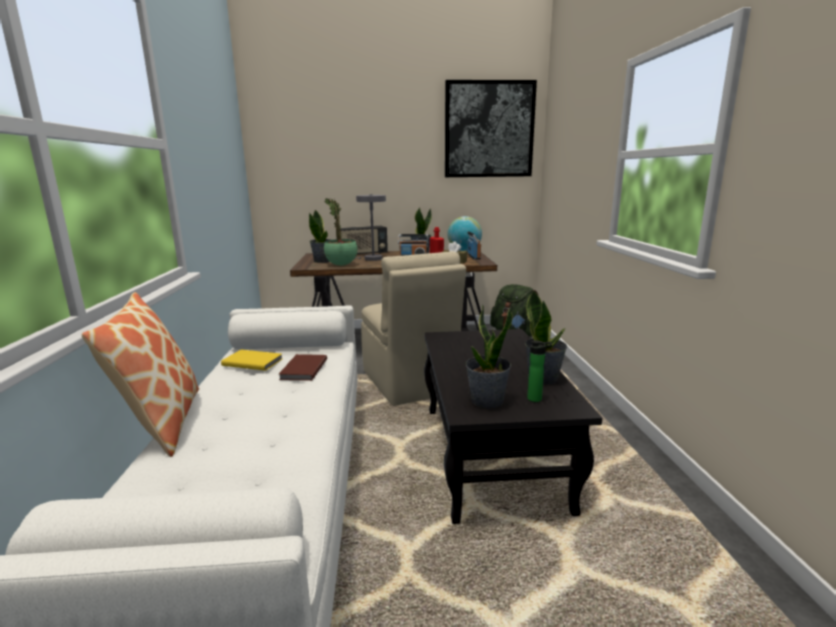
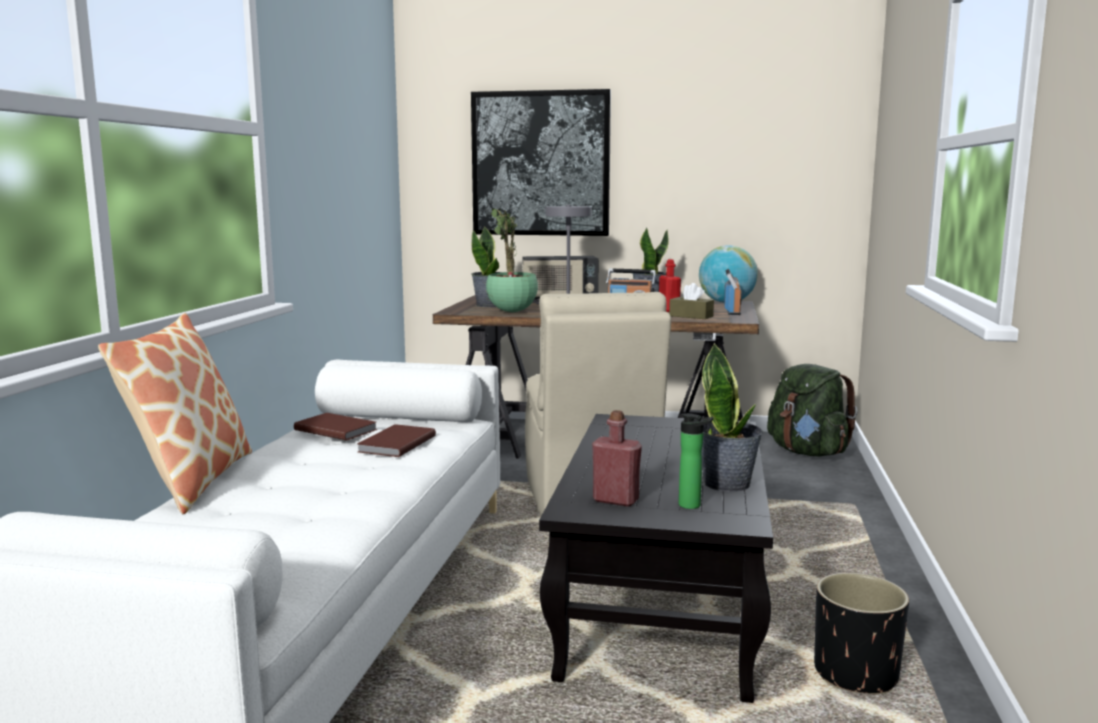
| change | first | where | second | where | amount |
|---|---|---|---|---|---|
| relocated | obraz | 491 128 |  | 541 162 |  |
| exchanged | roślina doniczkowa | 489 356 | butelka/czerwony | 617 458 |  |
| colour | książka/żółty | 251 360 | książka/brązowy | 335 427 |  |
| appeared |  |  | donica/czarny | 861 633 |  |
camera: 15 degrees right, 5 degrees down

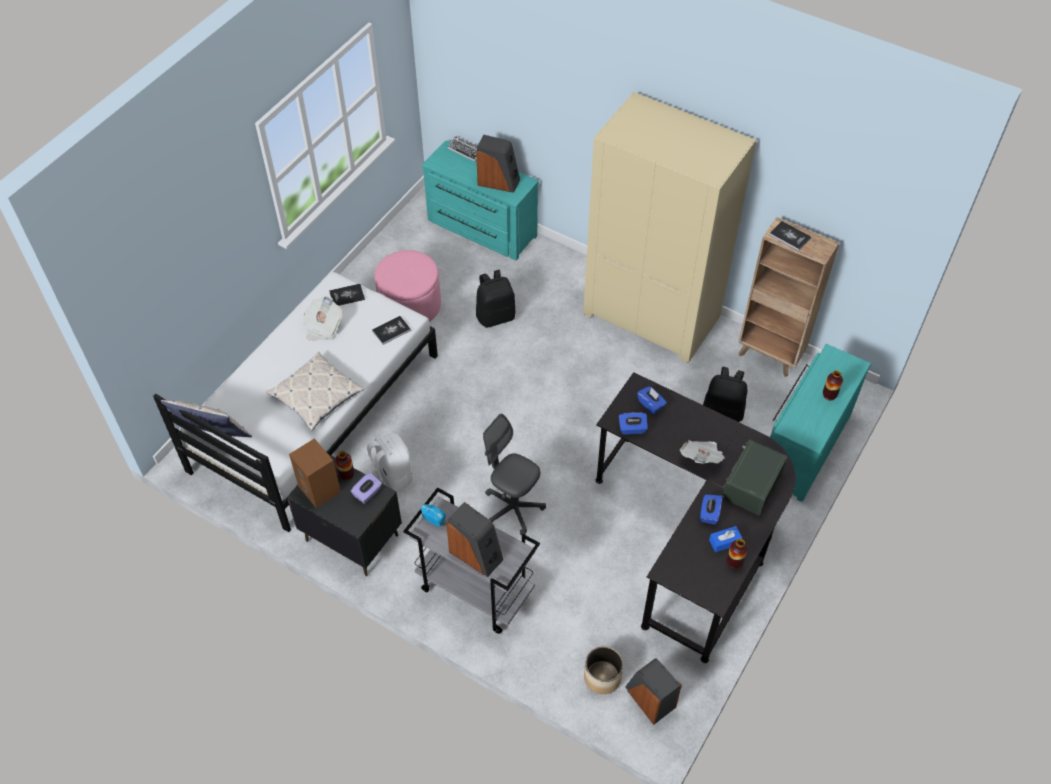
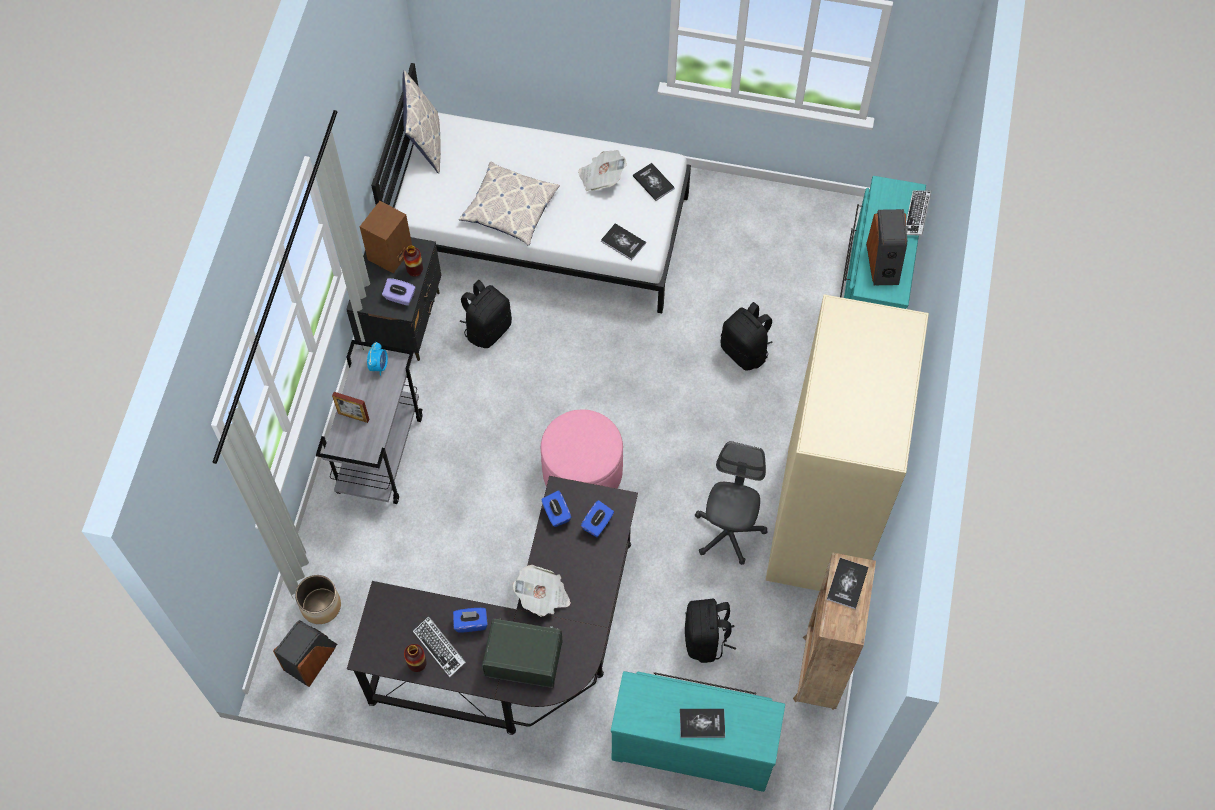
| change | first | where | second | where | amount |
|---|---|---|---|---|---|
| relocated | pufa/różowy | 407 286 |  | 582 449 |  |
| exchanged | wazon | 833 385 | książka | 702 723 |  |
| relocated | krzesło biurowe/szary | 514 475 |  | 731 503 |  |
| colour | plecak/biały | 390 462 | plecak/czarny | 486 314 |  |
| exchanged | głośnik | 474 539 | ramka na zdjęcie | 350 407 |  |
| exchanged | pudełko chusteczek/niebieski | 725 539 | klawiatura | 439 647 |  |
camera: 70 degrees right, 10 degrees up

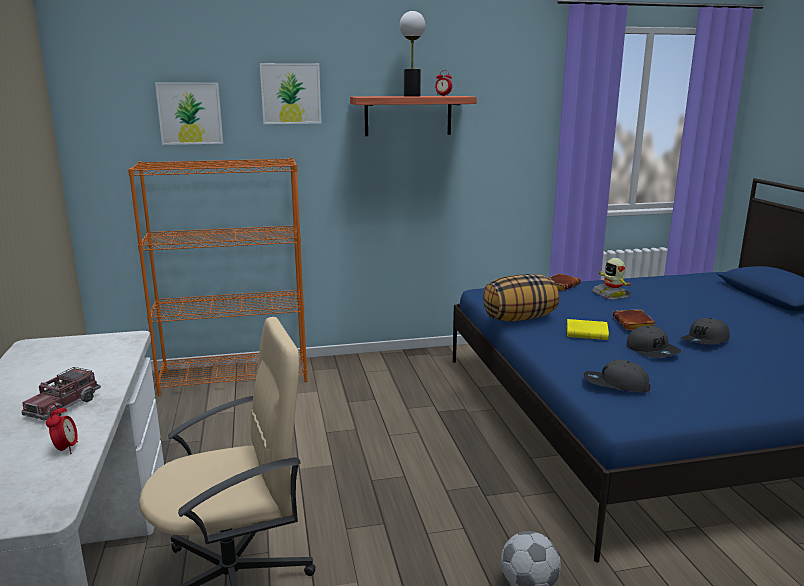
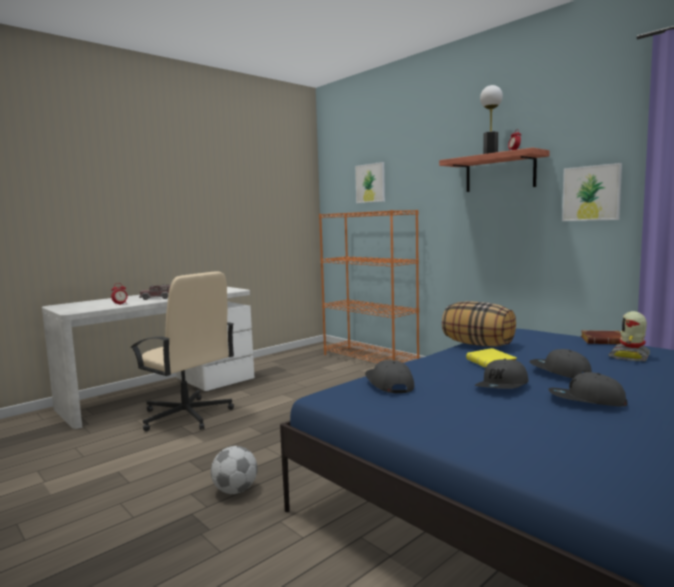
| change | first | where | second | where | amount |
|---|---|---|---|---|---|
| relocated | obraz | 290 93 |  | 592 192 |  |
| exchanged | książka/brązowy | 634 320 | czapka z daszkiem/szary | 560 364 |  |
camera: 60 degrees right, 10 degrees down

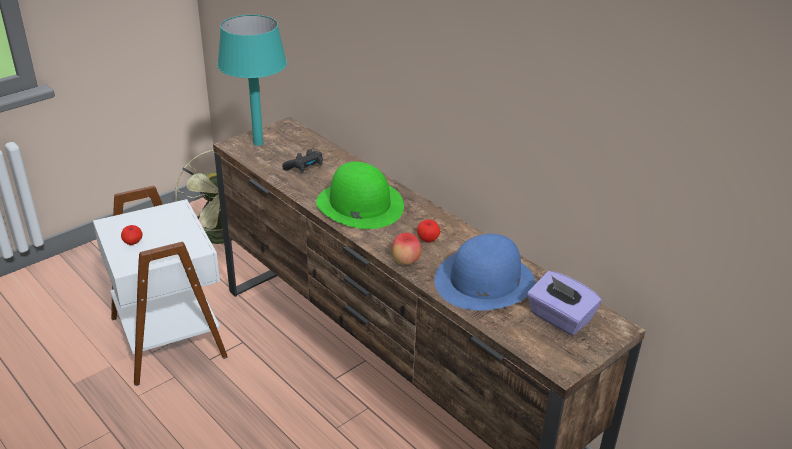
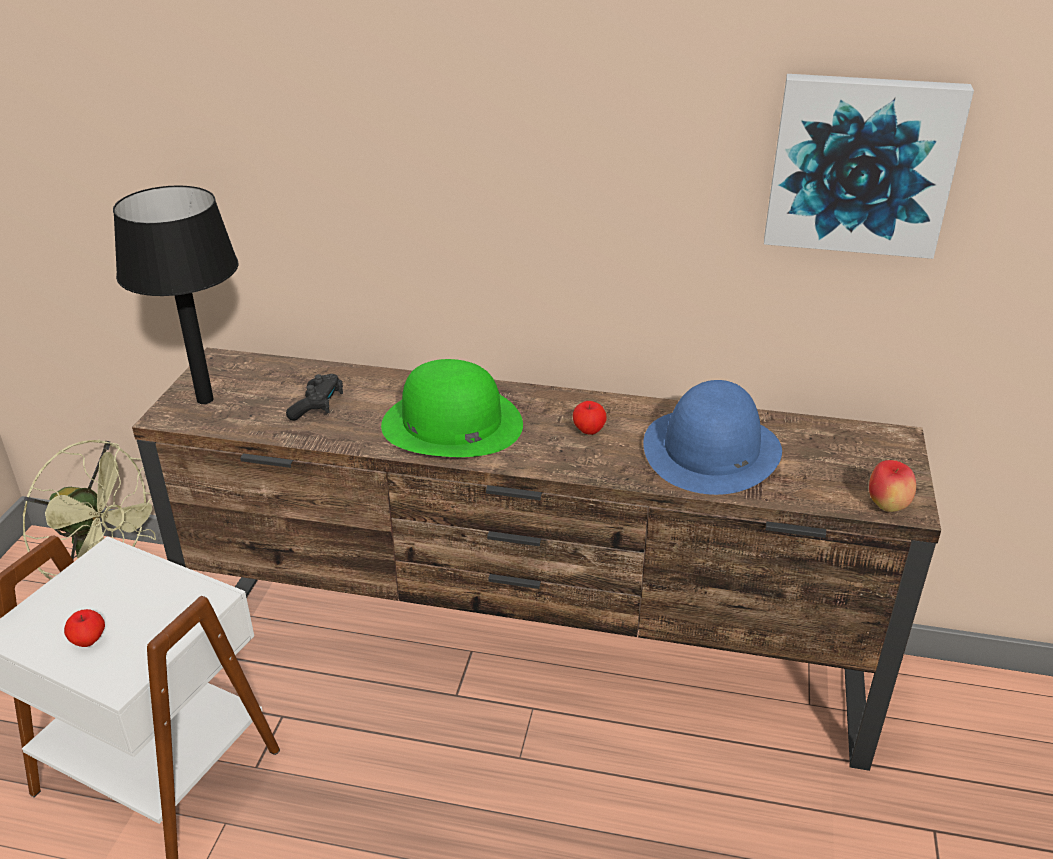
| change | first | where | second | where | amount |
|---|---|---|---|---|---|
| colour | lampa stołowa/turkusowy | 252 80 | lampa stołowa/czarny | 176 294 |  |
| relocated | jabłko | 406 249 |  | 892 486 |  |
| missing | pudełko chusteczek/fioletowy | 564 303 |  |  |  |
| appeared |  |  | obraz | 869 166 |  |
camera: 35 degrees left, 0 degrees up

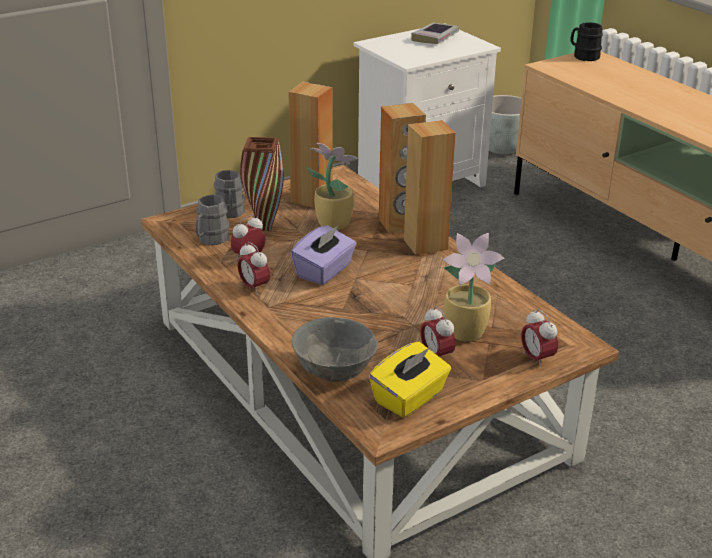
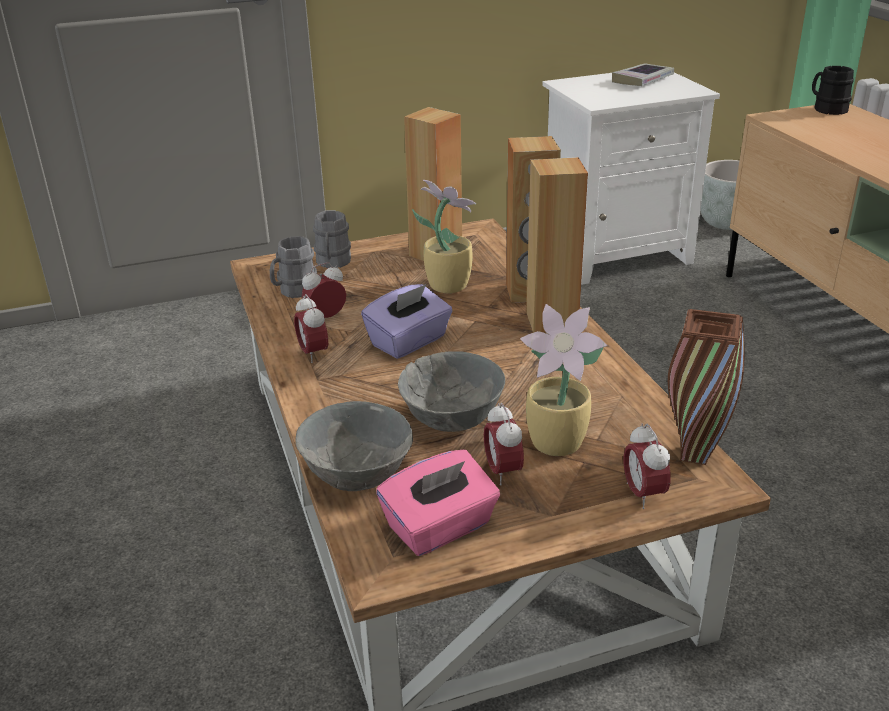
| change | first | where | second | where | amount |
|---|---|---|---|---|---|
| relocated | wazon/brązowy | 262 184 |  | 706 387 |  |
| colour | pudełko chusteczek/żółty | 410 380 | pudełko chusteczek/różowy | 438 503 |  |
| appeared |  |  | miska/szary | 451 391 |  |
camera: 15 degrees right, 0 degrees up

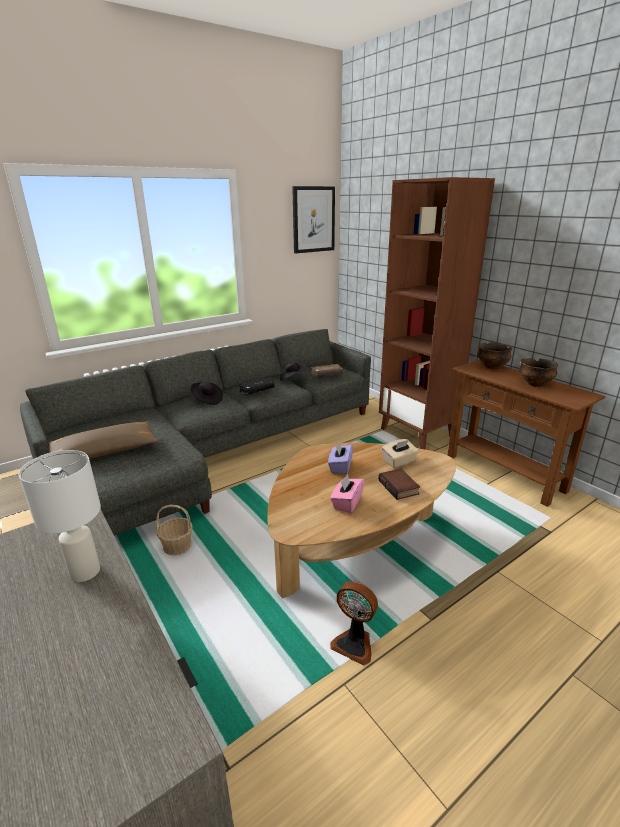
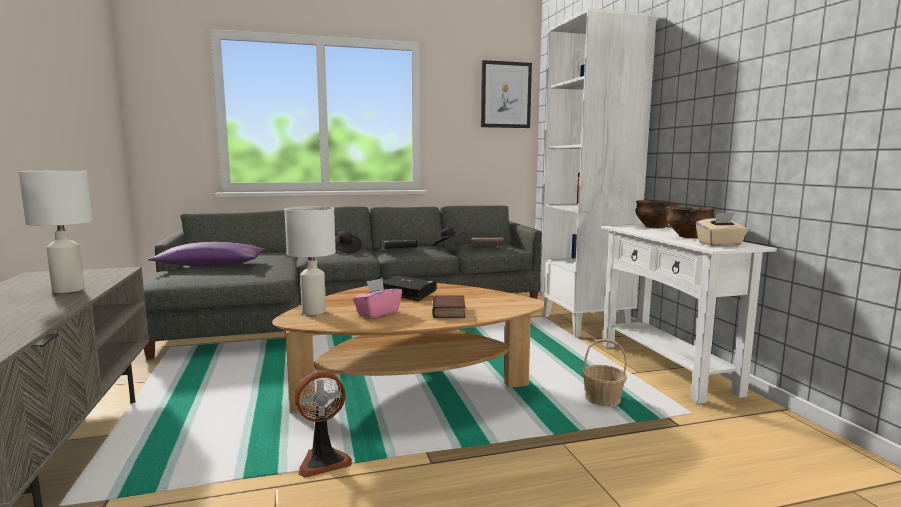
| change | first | where | second | where | amount |
|---|---|---|---|---|---|
| colour | regał/brązowy | 437 313 | regał/biały | 598 172 |  |
| colour | stolik konsolowy/brązowy | 526 433 | stolik konsolowy/biały | 689 314 |  |
| colour | poduszka/brązowy | 103 440 | poduszka/fioletowy | 207 254 |  |
| relocated | pudełko chusteczek/beżowy | 400 453 |  | 722 229 |  |
| exchanged | pudełko chusteczek/fioletowy | 340 457 | książka/czarny | 410 288 |  |
| relocated | koszyk | 174 530 |  | 604 373 |  |
| spun | wentylator | 354 623 |  | 323 424 | 75 degrees counterclockwise |
| appeared |  |  | lampa stołowa/biały | 310 260 |  |
camera: 20 degrees right, 15 degrees down

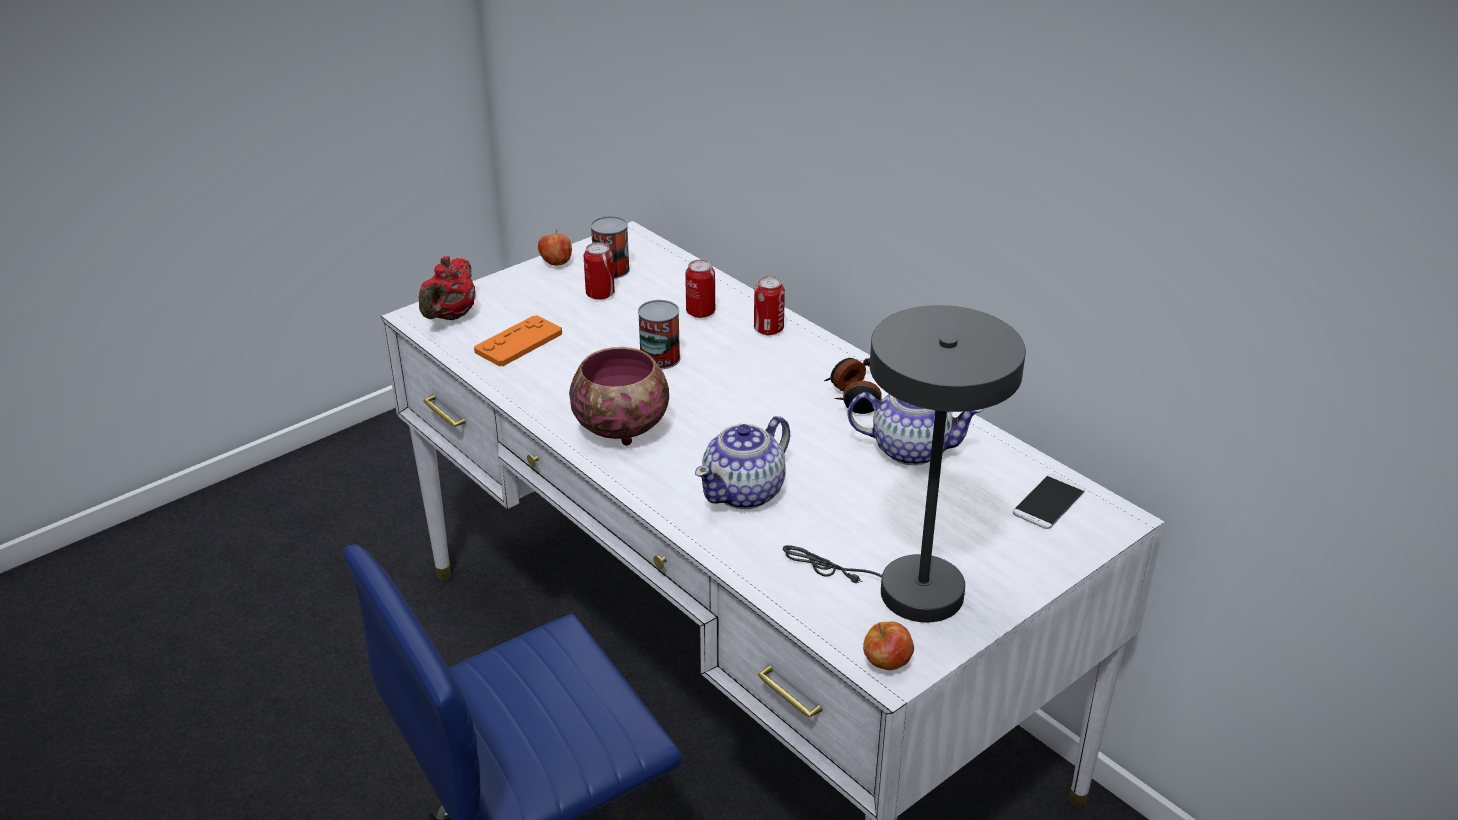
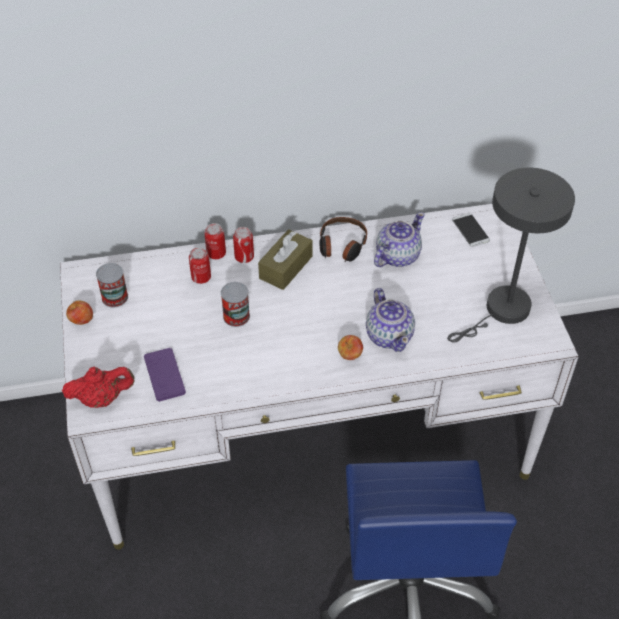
| change | first | where | second | where | amount |
|---|---|---|---|---|---|
| relocated | puszka | 599 271 |  | 215 241 |  |
| spun | imbryk/czerwony | 447 288 |  | 98 387 | 60 degrees counterclockwise |
| colour | pad do gier/pomarańczowy | 518 340 | pad do gier/fioletowy | 165 375 |  |
| missing | miska | 619 396 |  |  |  |
| relocated | jabłko | 888 645 |  | 350 347 |  |
| appeared |  |  | pudełko chusteczek/brązowy | 285 259 |  |
camera: 60 degrees left, 15 degrees up

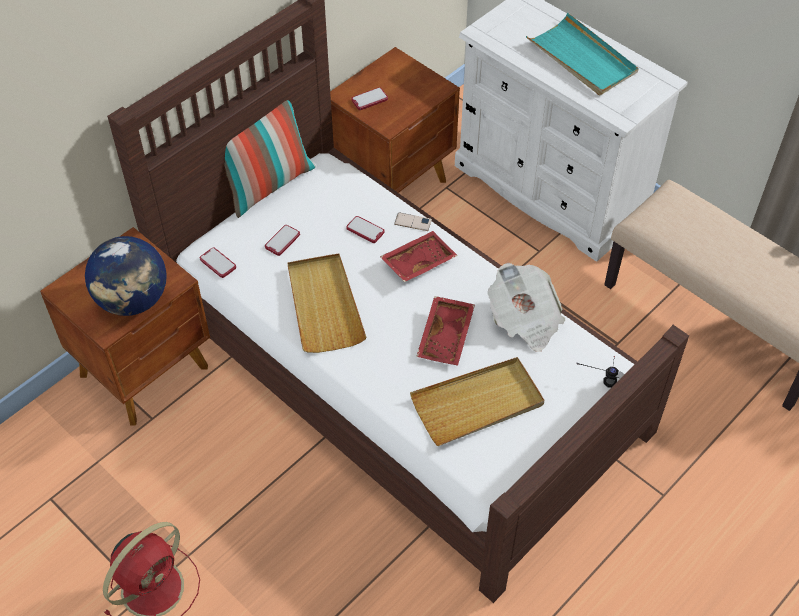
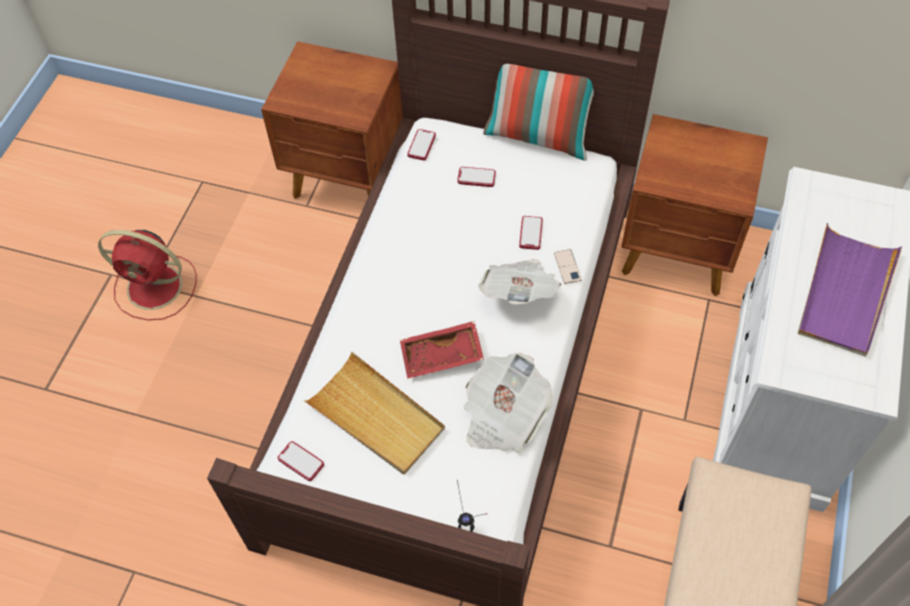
| change | first | where | second | where | amount |
|---|---|---|---|---|---|
| colour | taca/turkusowy | 582 54 | taca/fioletowy | 850 290 |  |
| relocated | telefon | 369 98 |  | 301 461 |  |
| exchanged | taca/czerwony | 419 256 | gazeta | 520 282 |  |
| missing | globus | 126 276 |  |  |  |
| missing | taca/beżowy | 327 303 |  |  |  |
camera: 65 degrees right, 5 degrees up

